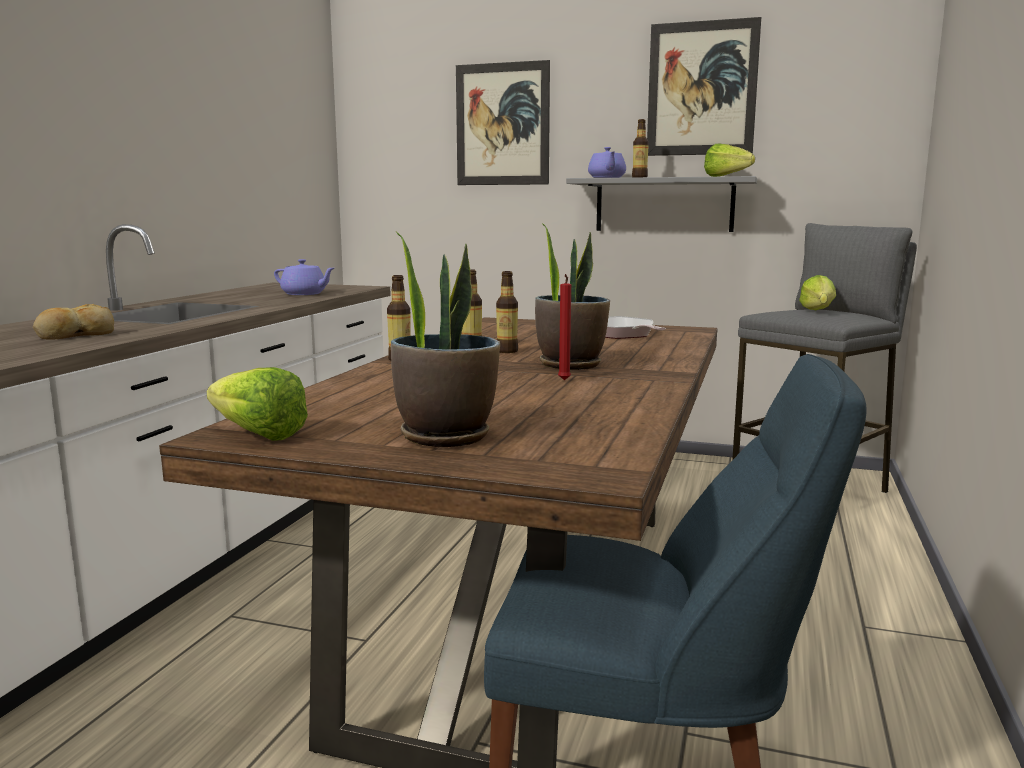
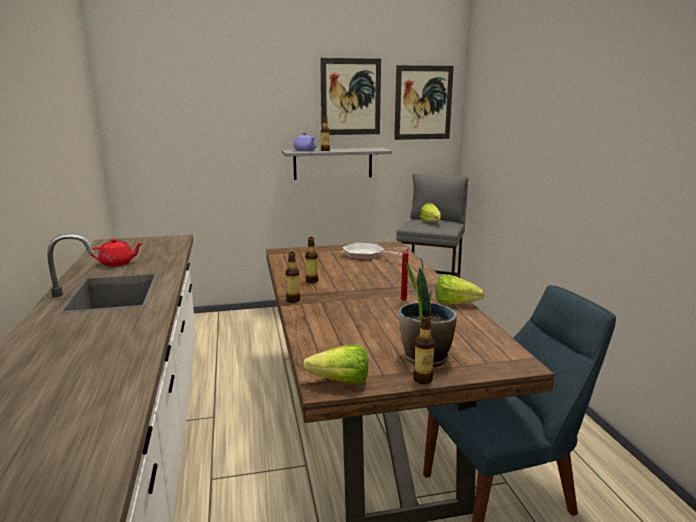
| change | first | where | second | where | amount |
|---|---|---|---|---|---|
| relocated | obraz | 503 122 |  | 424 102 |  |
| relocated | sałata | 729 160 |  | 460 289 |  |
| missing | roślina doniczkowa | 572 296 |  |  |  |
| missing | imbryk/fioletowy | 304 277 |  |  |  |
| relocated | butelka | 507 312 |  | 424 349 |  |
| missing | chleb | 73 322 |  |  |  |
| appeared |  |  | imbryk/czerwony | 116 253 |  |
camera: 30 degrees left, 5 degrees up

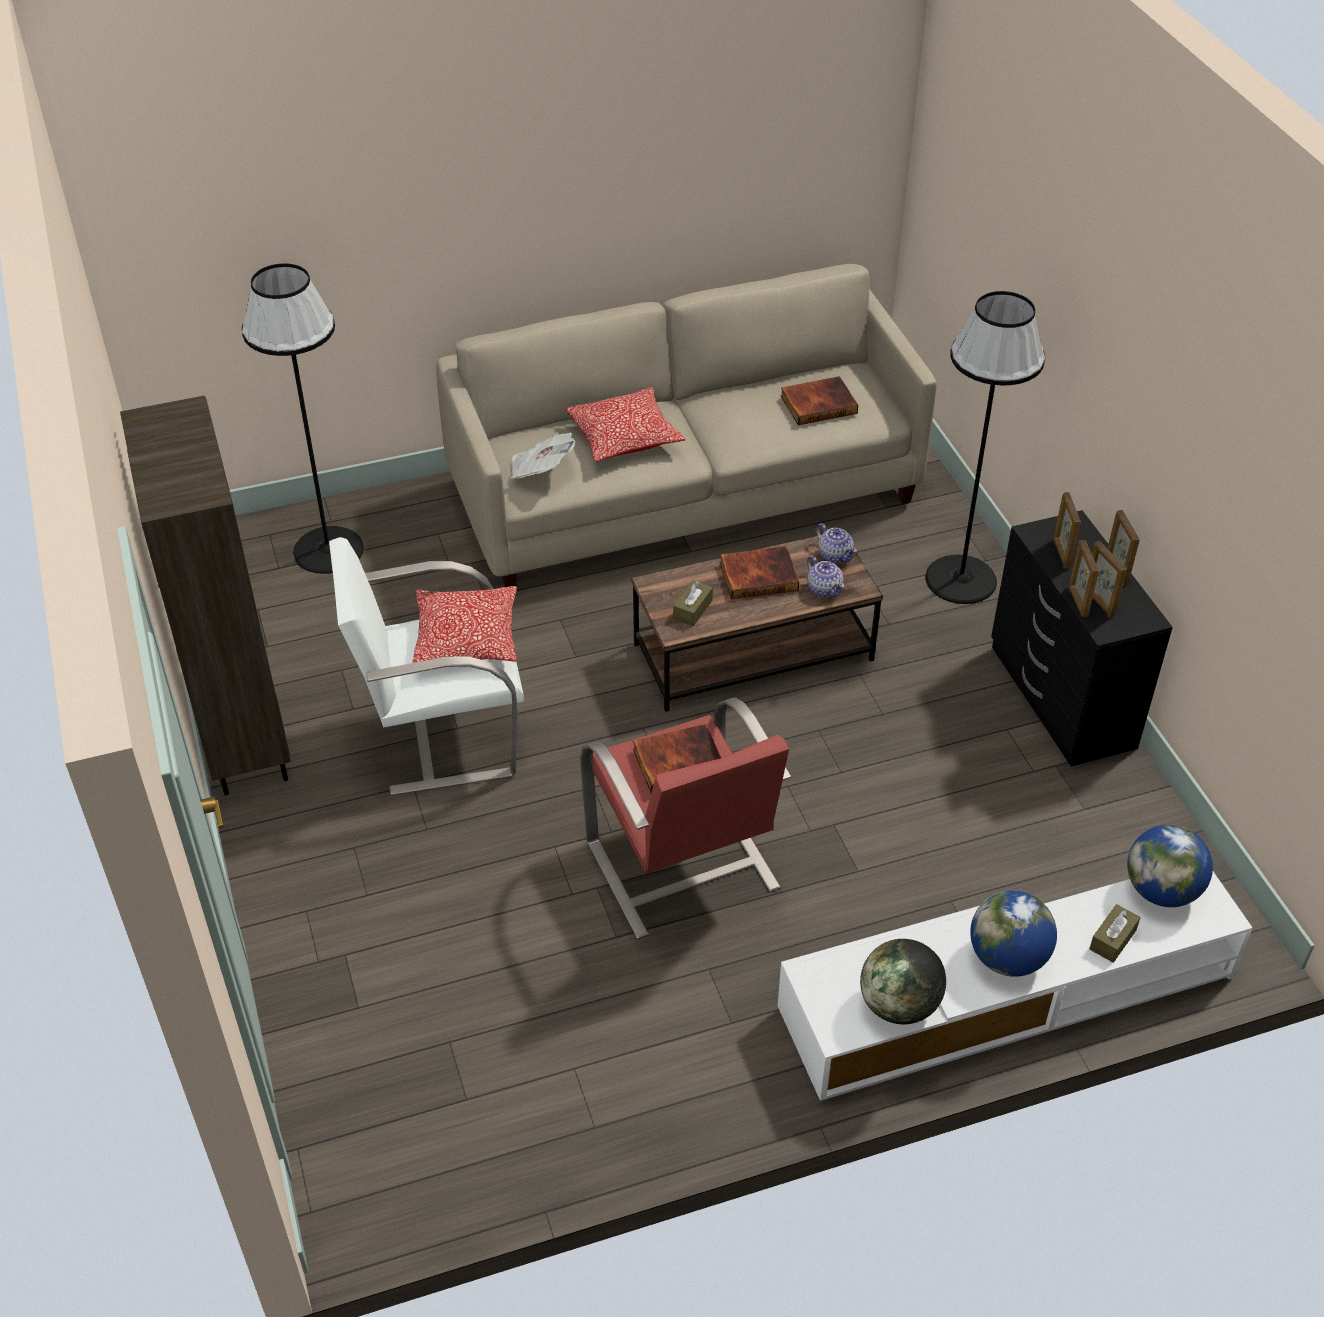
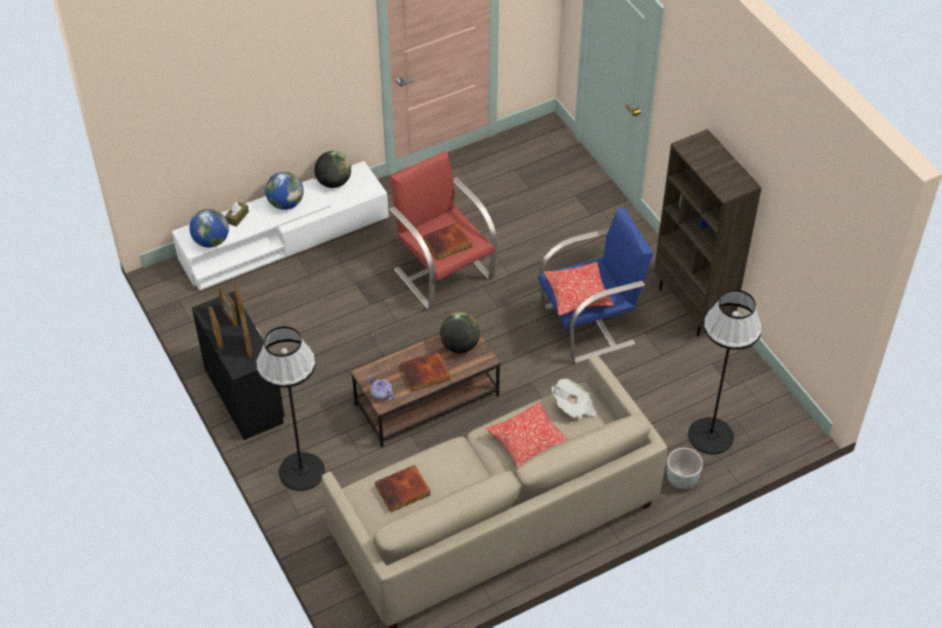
| change | first | where | second | where | amount |
|---|---|---|---|---|---|
| colour | fotel/biały | 426 666 | fotel/niebieski | 595 285 |  |
| missing | imbryk | 826 576 |  |  |  |
| exchanged | pudełko chusteczek/brązowy | 693 603 | globus | 460 333 |  |
| appeared |  |  | donica/szary | 685 468 |  |
camera: 170 degrees right, 5 degrees up

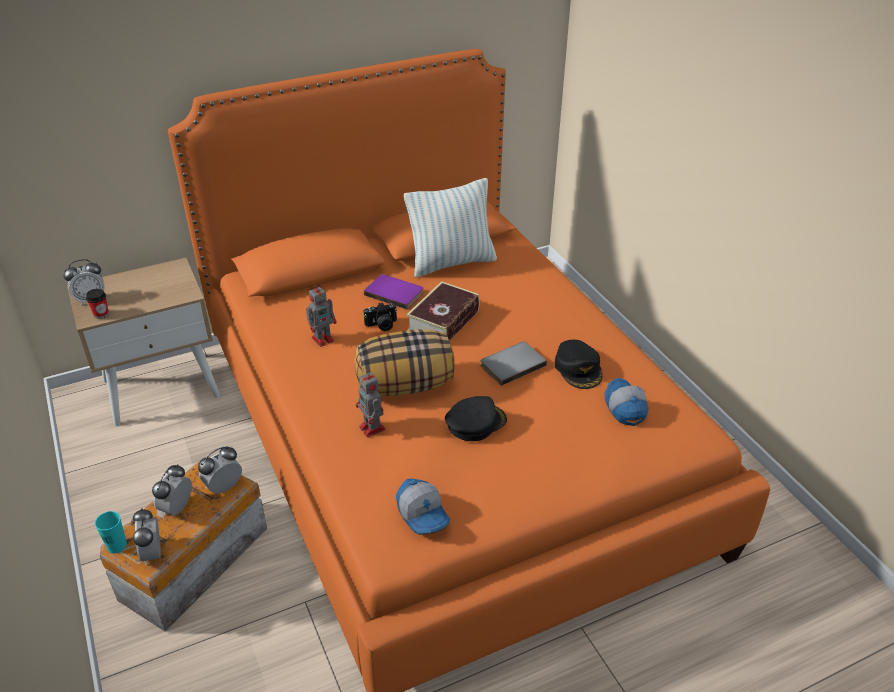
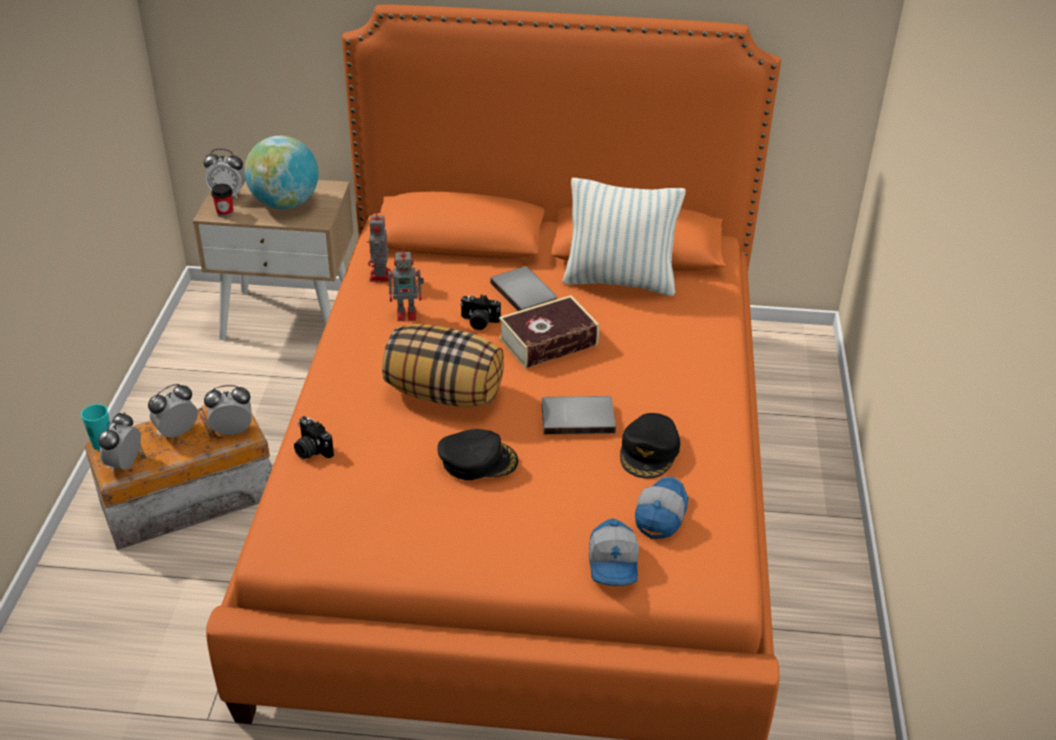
| change | first | where | second | where | amount |
|---|---|---|---|---|---|
| colour | książka/fioletowy | 394 292 | książka/szary | 523 289 |  |
| relocated | robot zabawkowy | 370 403 |  | 380 246 |  |
| relocated | czapka z daszkiem | 423 506 |  | 614 552 |  |
| appeared |  |  | globus | 281 172 |  |
| appeared |  |  | aparat fotograficzny | 314 438 |  |
camera: 30 degrees right, 0 degrees up

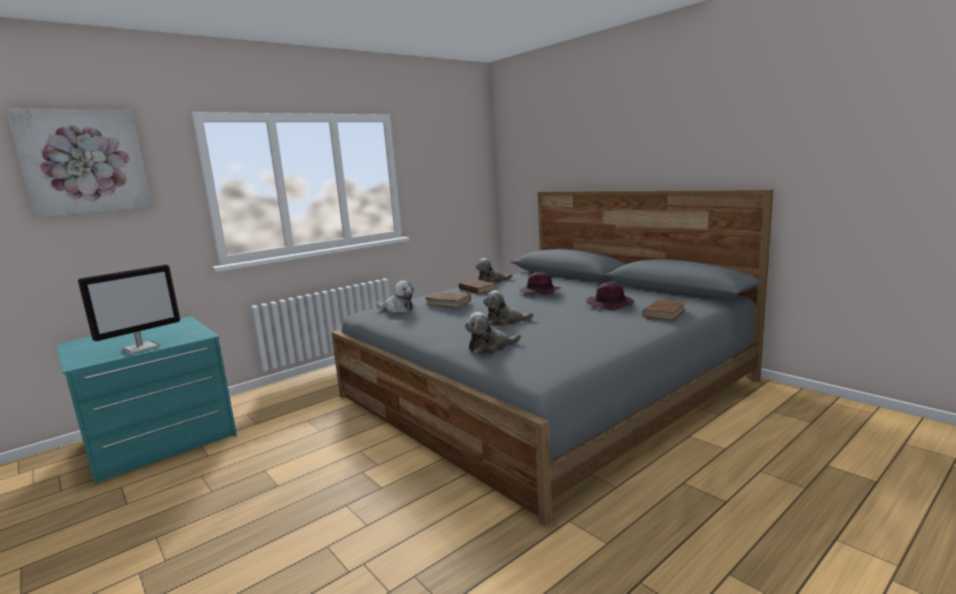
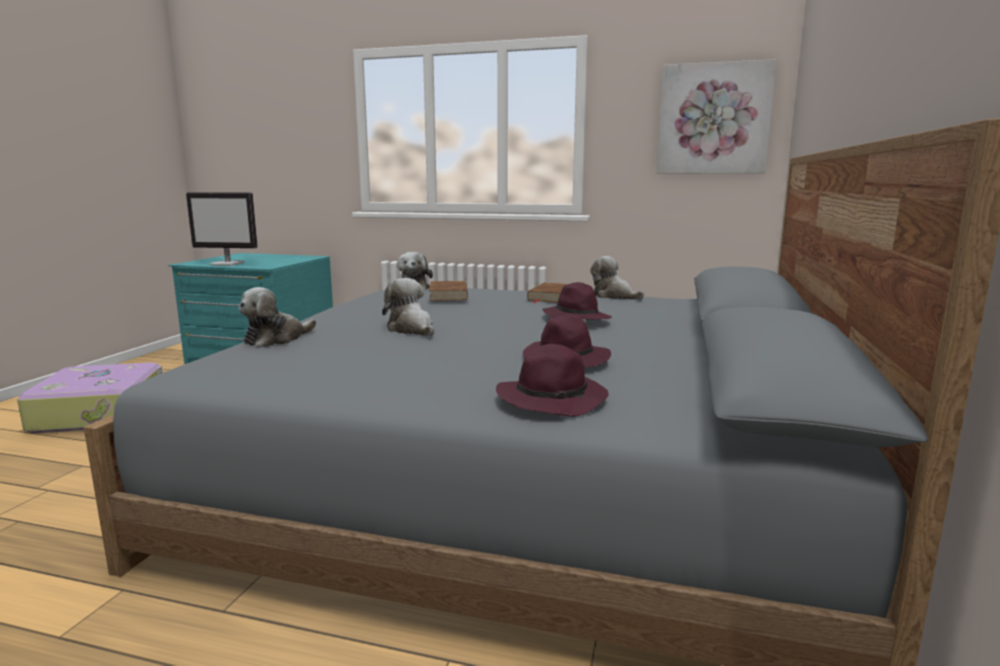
| change | first | where | second | where | amount |
|---|---|---|---|---|---|
| relocated | obraz | 79 163 |  | 716 116 |  |
| exchanged | książka/brązowy | 664 310 | kapelusz/fioletowy | 552 380 |  |
| spun | pluszak | 493 333 |  | 277 317 | 90 degrees counterclockwise |
| appeared |  |  | walizka | 90 398 |  |
camera: 55 degrees right, 0 degrees up

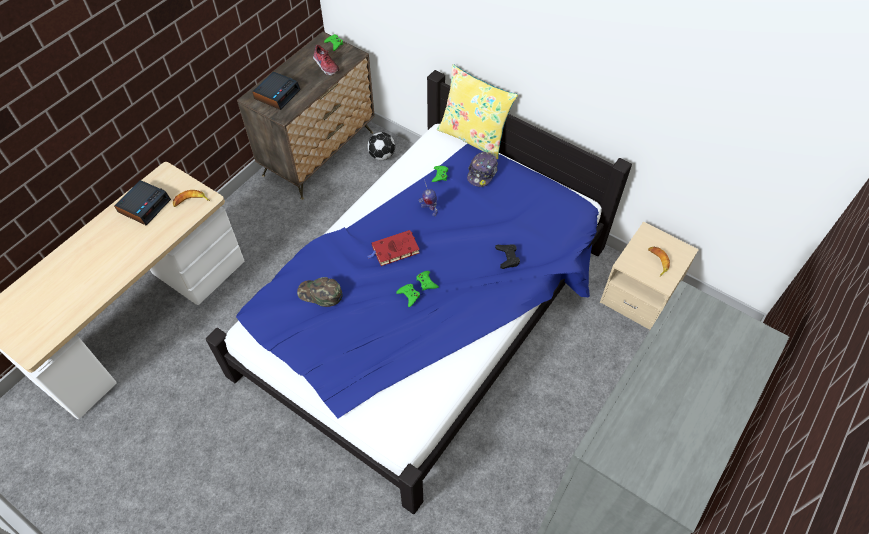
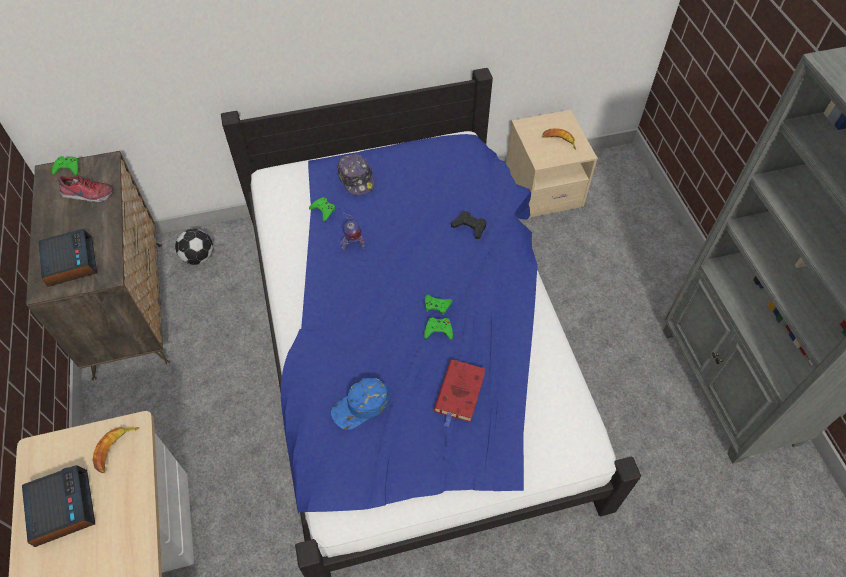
| change | first | where | second | where | amount |
|---|---|---|---|---|---|
| missing | poduszka/żółty | 477 111 |  |  |  |
| relocated | książka/czerwony | 394 248 |  | 460 394 |  |
| colour | czapka z daszkiem/zielony | 319 292 | czapka z daszkiem/niebieski | 360 404 |  |
camera: 50 degrees left, 0 degrees up

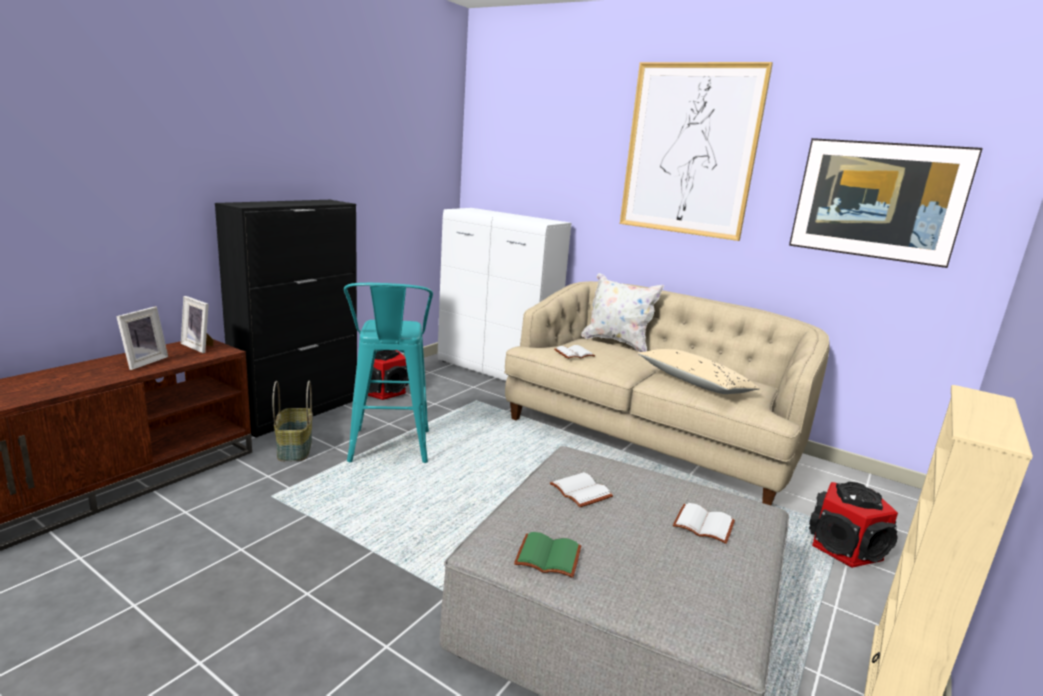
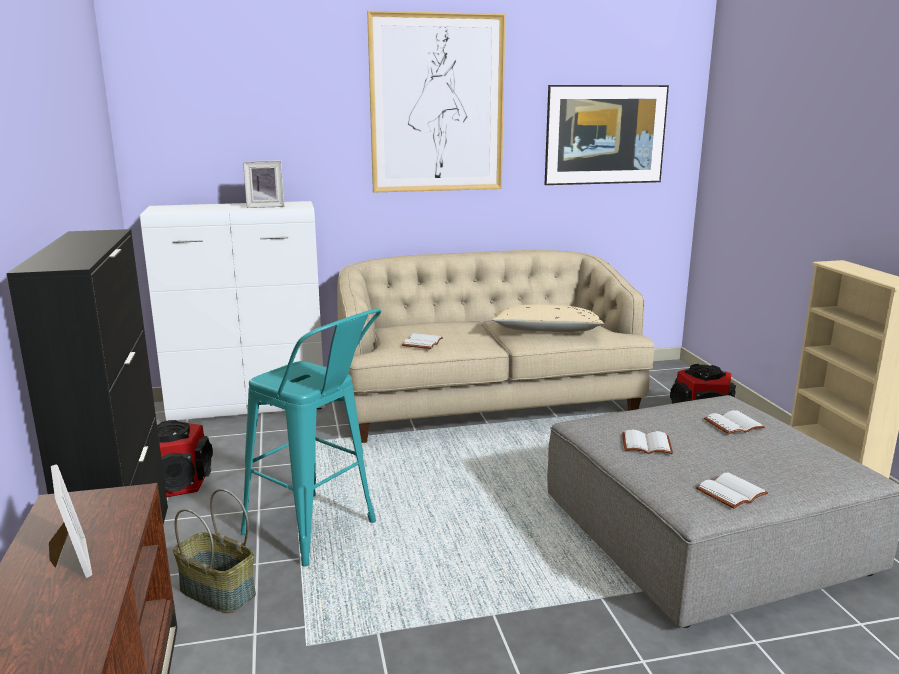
| change | first | where | second | where | amount |
|---|---|---|---|---|---|
| missing | poduszka/biały | 622 312 |  |  |  |
| relocated | ramka na zdjęcie | 197 324 |  | 263 184 |  |
| colour | książka/zielony | 547 555 | książka/biały | 732 490 |  |
camera: 45 degrees left, 0 degrees up

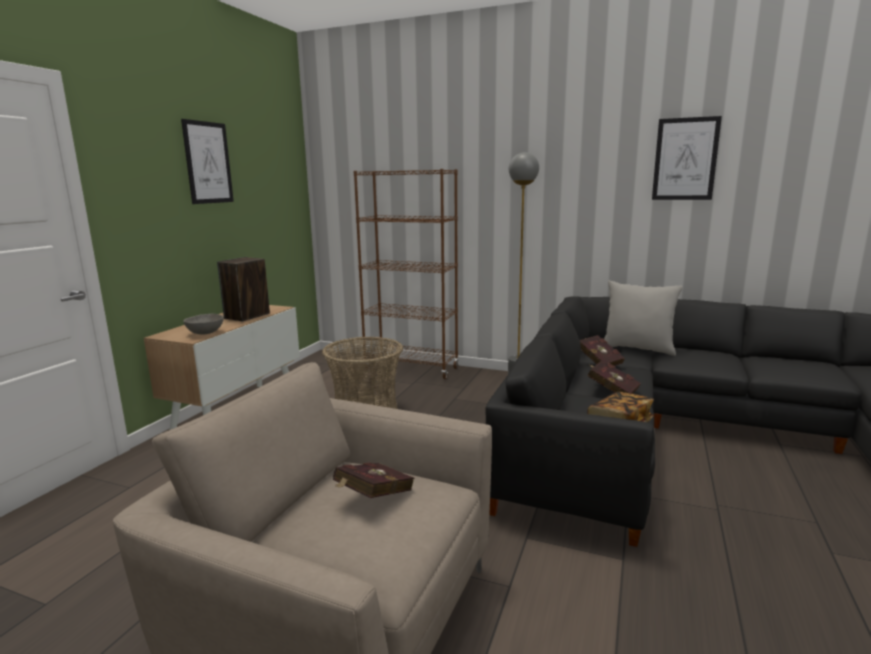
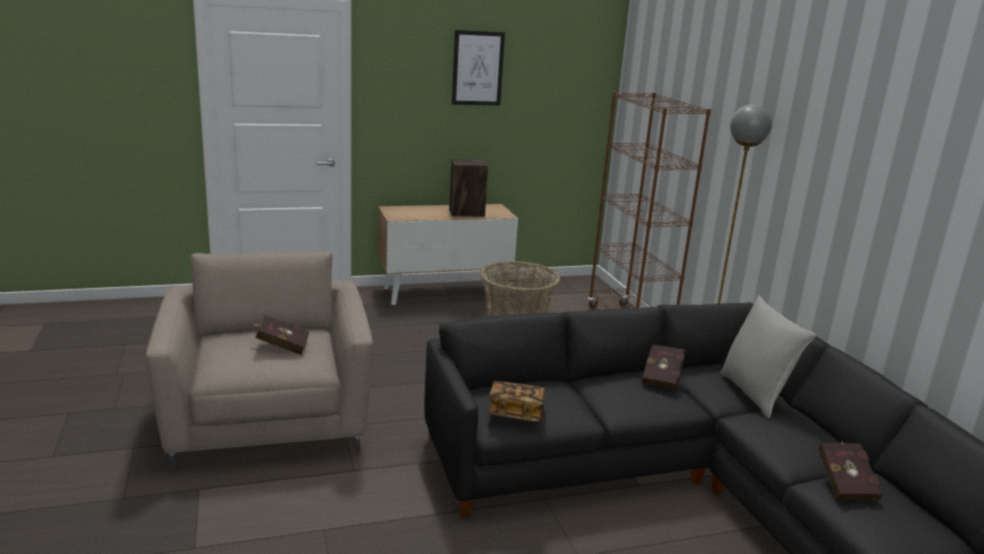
| change | first | where | second | where | amount |
|---|---|---|---|---|---|
| missing | obraz | 687 158 |  |  |  |
| missing | miska/szary | 203 324 |  |  |  |
| relocated | książka/czerwony | 614 377 |  | 850 470 |  |
camera: 50 degrees right, 5 degrees up

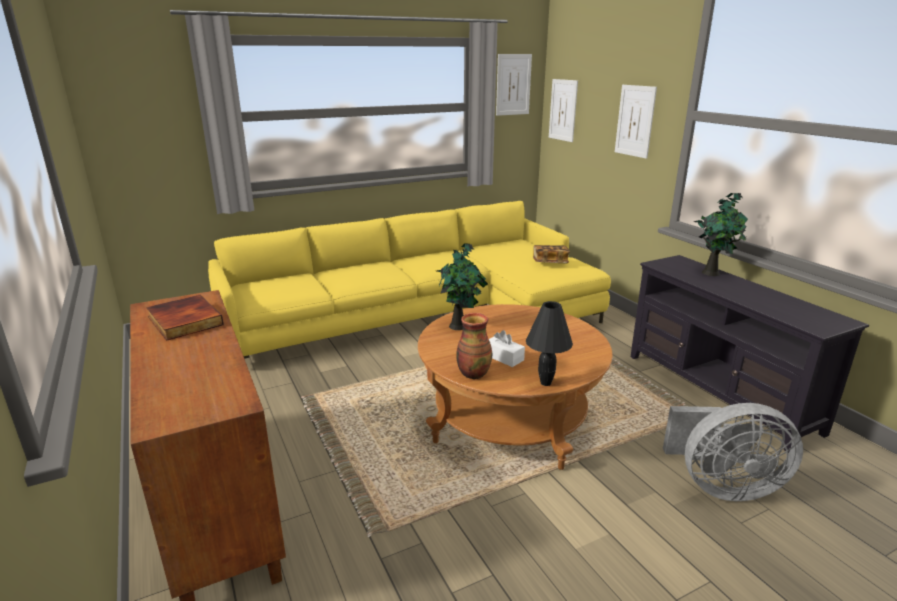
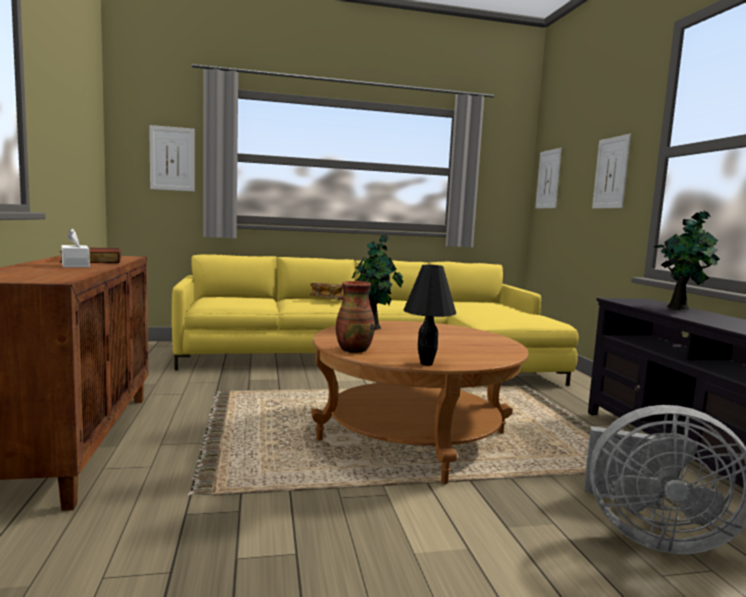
| change | first | where | second | where | amount |
|---|---|---|---|---|---|
| relocated | obraz | 514 85 |  | 172 158 |  |
| relocated | książka | 551 254 |  | 326 291 |  |
| relocated | pudełko chusteczek/biały | 507 348 |  | 76 248 |  |
camera: 15 degrees right, 15 degrees down

